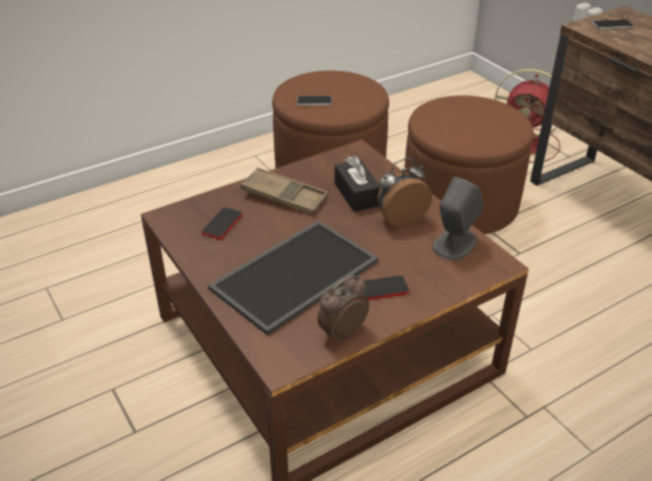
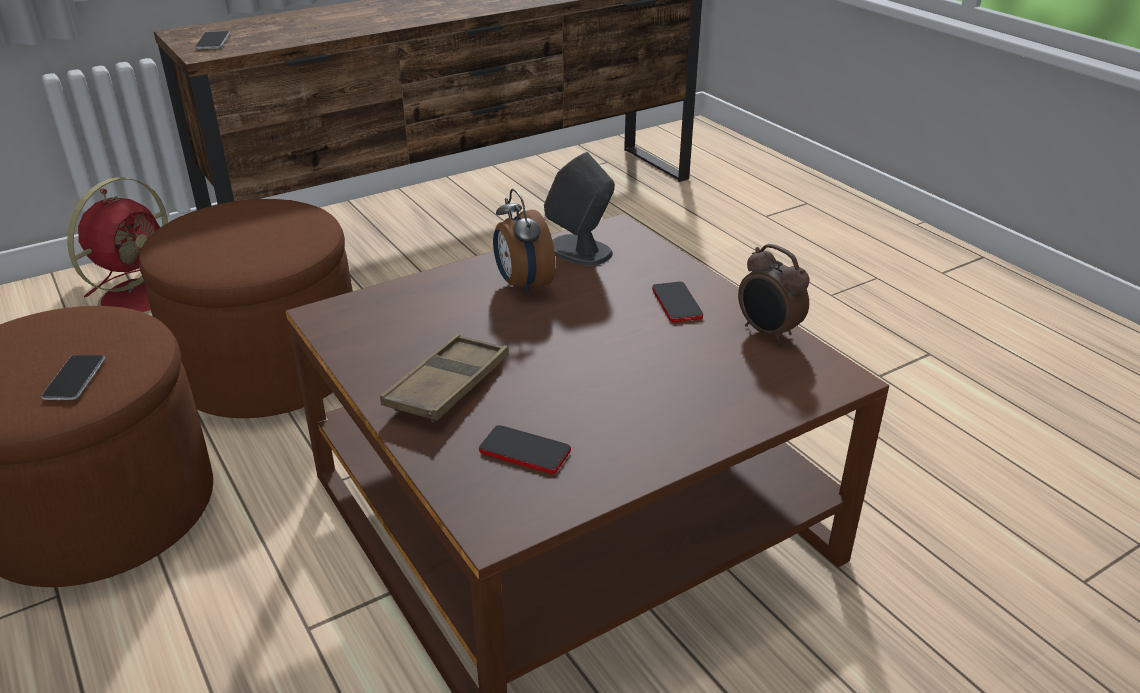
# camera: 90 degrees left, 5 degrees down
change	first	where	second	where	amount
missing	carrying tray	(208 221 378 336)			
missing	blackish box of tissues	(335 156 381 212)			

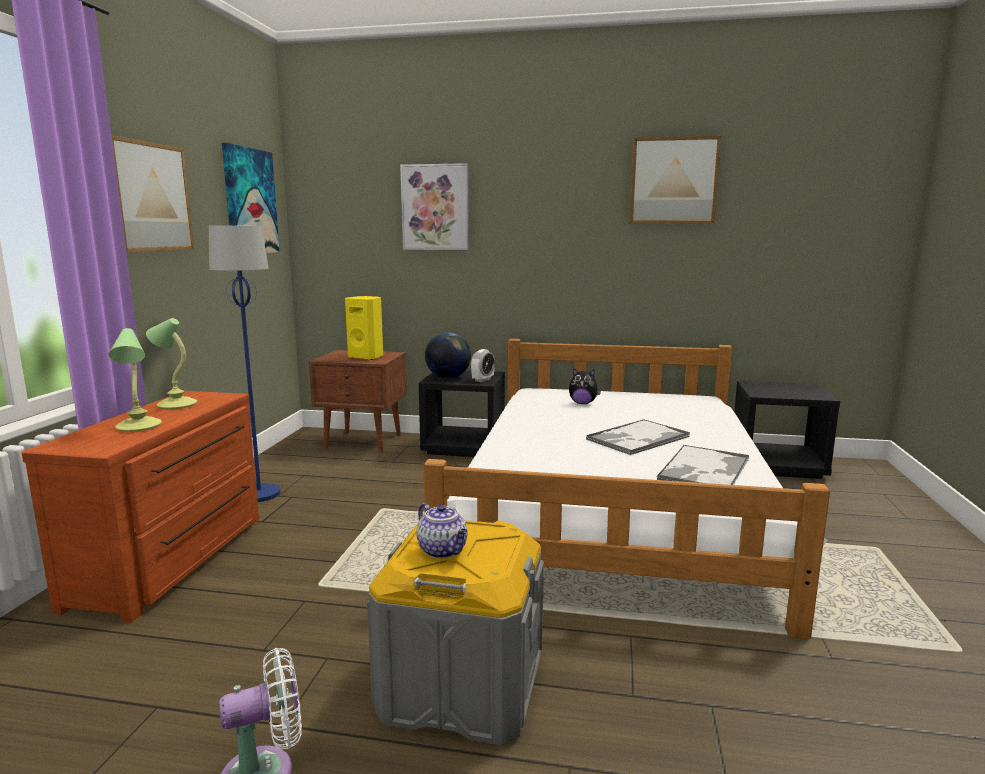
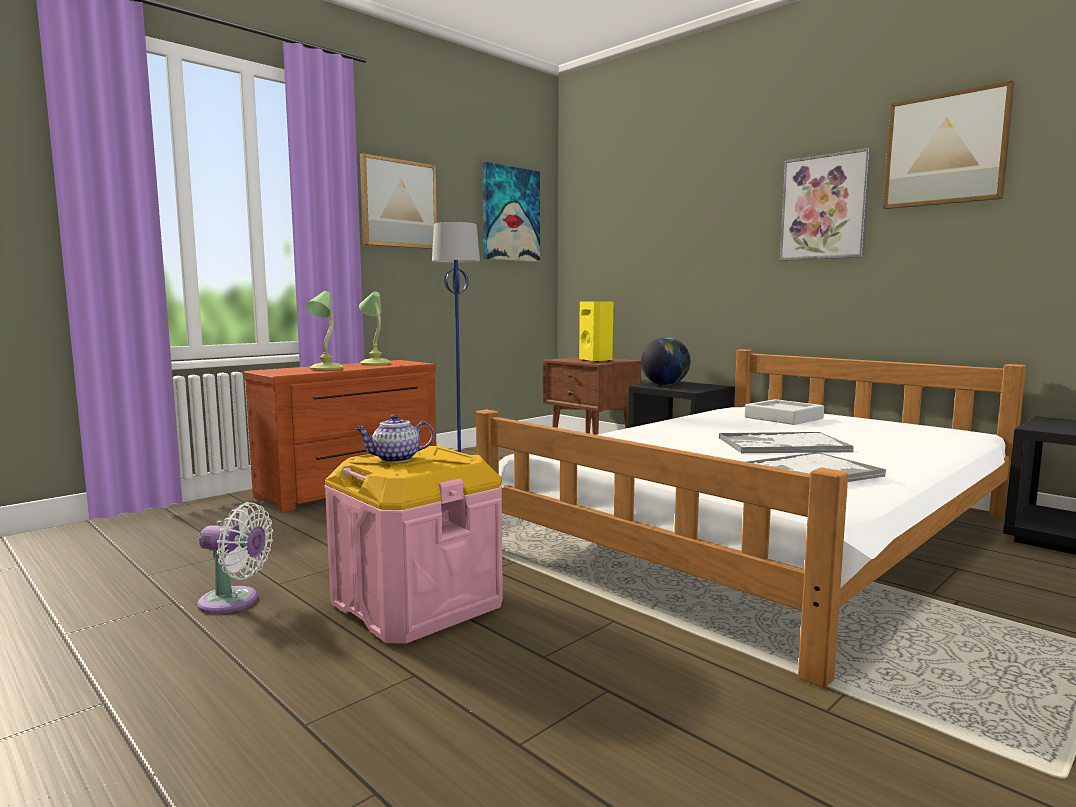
# camera: 35 degrees right, 5 degrees down
change	first	where	second	where	amount
colour	grey storage container	(367 520 544 745)	pink-coloured storage container	(324 446 503 644)	
relocated	picture	(400 163 469 250)		(780 148 872 261)	
spun	pot for tea	(417 503 468 558)		(356 414 434 463)	75 degrees clockwise
missing	alarm clock	(471 349 495 382)			
exchanged	cuddly toy	(569 368 601 404)	grey carrying tray	(745 399 824 425)	

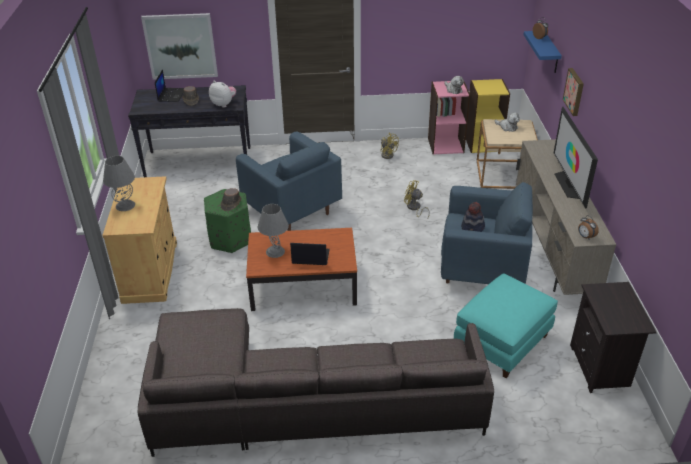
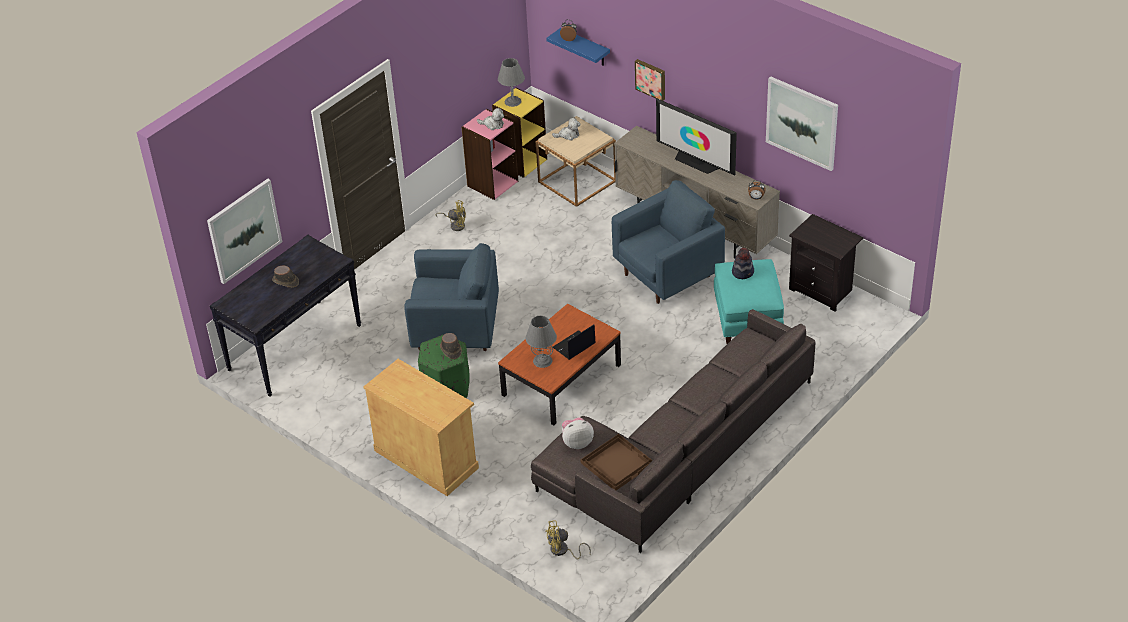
# camera: 45 degrees left, 5 degrees up
change	first	where	second	where	amount
relocated	grey tabletop lamp	(103 156 135 211)		(498 58 525 107)	
missing	laptop	(155 69 184 102)			
relocated	cuddly toy	(209 81 236 108)		(562 417 594 449)	
relocated	yellow-coloured cooling fan	(404 180 430 220)		(545 520 591 559)	
relocated	hat	(461 202 485 232)		(732 248 754 279)	
appeared			brown carrying tray	(581 434 653 490)	
appeared			picture	(766 76 838 171)	

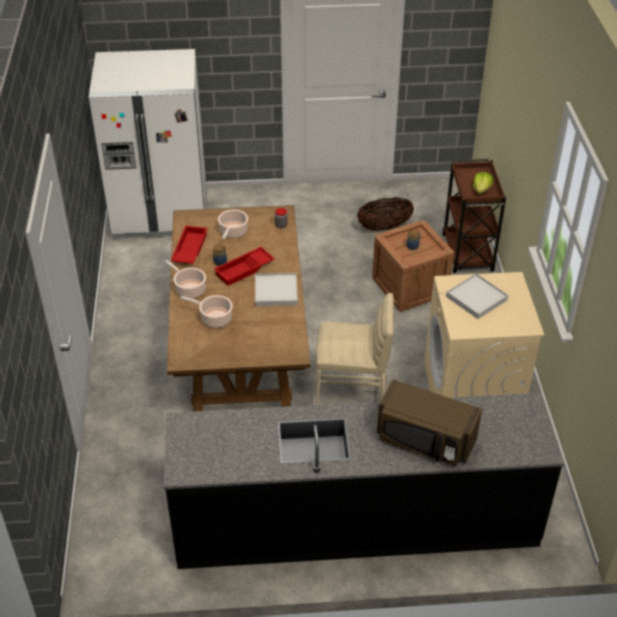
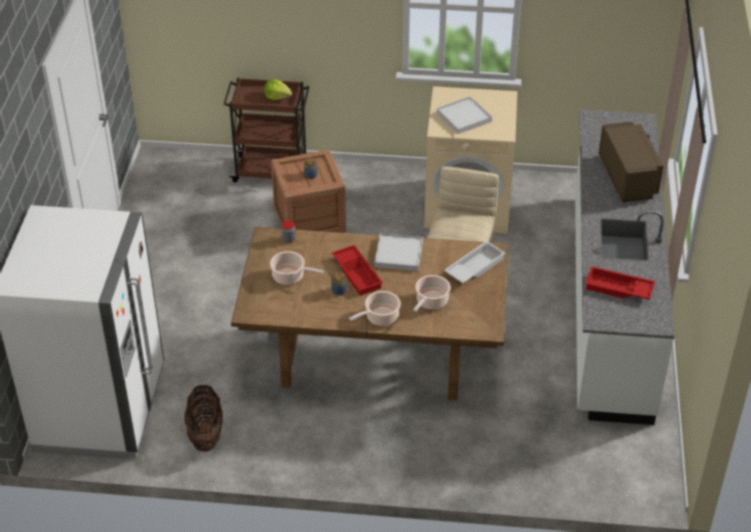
# camera: 80 degrees left, 0 degrees up
change	first	where	second	where	amount
colour	blackish kitchen counter	(164 393 564 569)	white-coloured kitchen counter	(575 109 674 425)	
relocated	red-coloured carrying tray	(171 225 208 264)		(585 266 655 300)	
relocated	basket	(357 197 414 231)		(184 384 223 451)	
spun	brown microwave	(377 379 482 466)		(599 121 664 202)	45 degrees counterclockwise
appeared			white-coloured carrying tray	(444 241 506 283)	

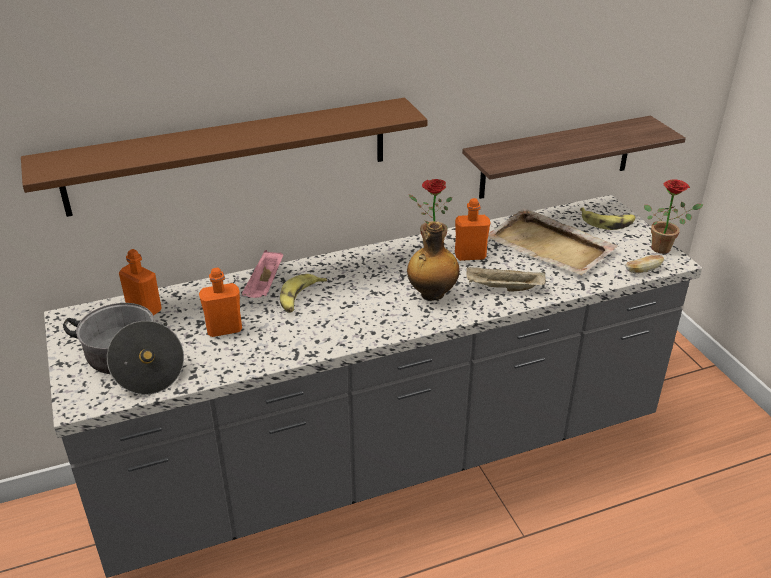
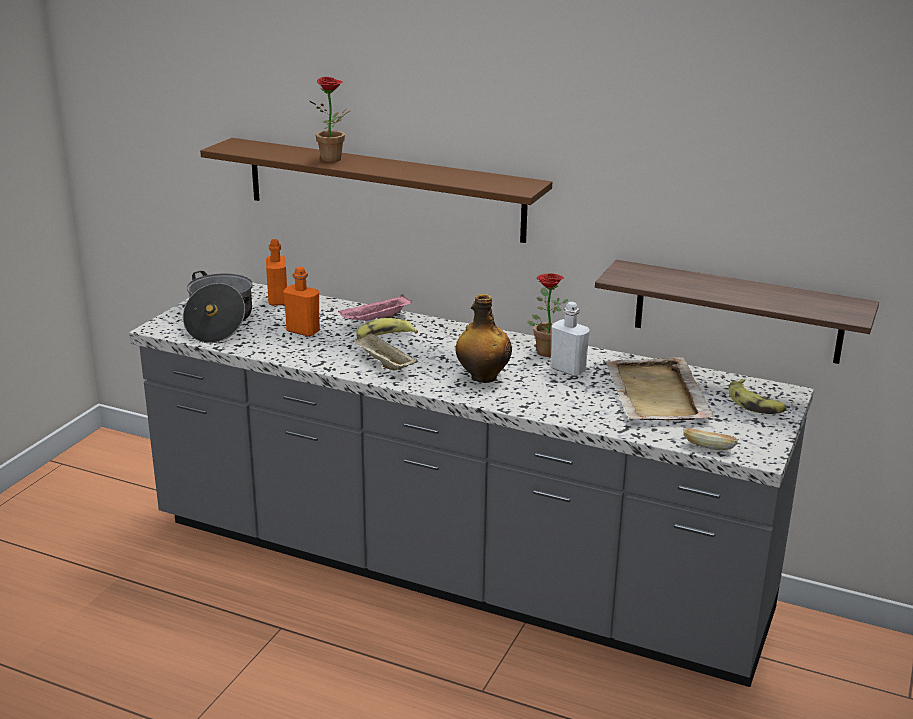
# camera: 45 degrees right, 10 degrees down
change	first	where	second	where	amount
colour	orange-coloured beverage bottle	(455 198 491 261)	white-coloured beverage bottle	(551 302 590 376)	
relocated	beige carrying tray	(466 267 546 292)		(353 333 418 370)	
relocated	plant in a pot	(644 179 704 254)		(310 77 350 162)	

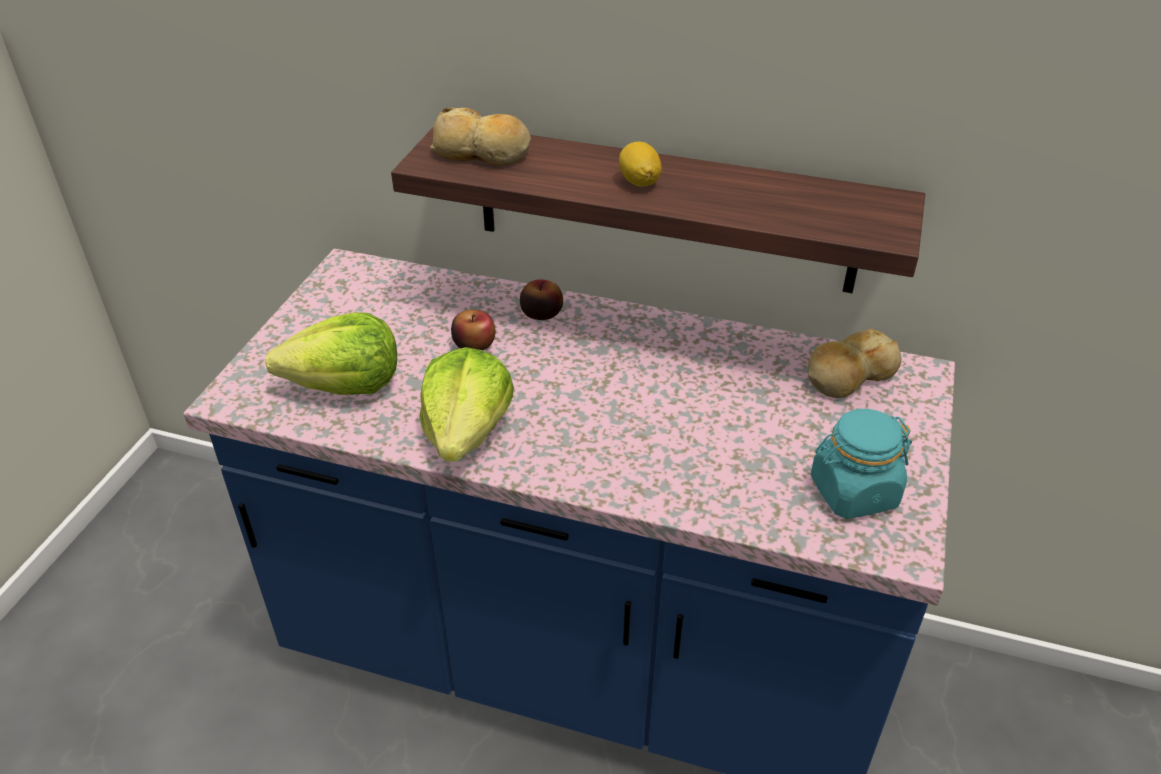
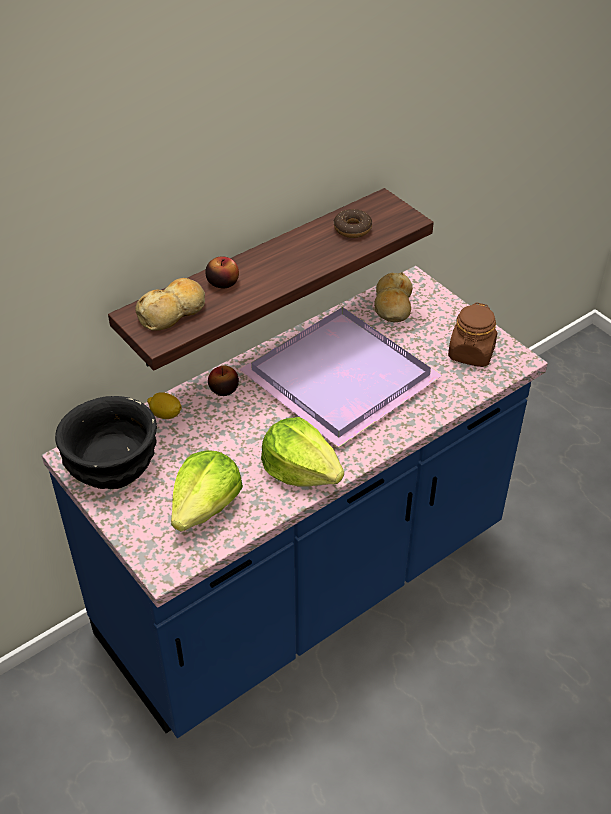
# camera: 55 degrees left, 5 degrees up
change	first	where	second	where	amount
relocated	apple fruit	(451 310 495 350)		(205 257 239 289)	
relocated	citrus fruit	(619 142 662 187)		(147 392 182 419)	
colour	turquoise storage jar	(811 409 912 519)	brown storage jar	(448 302 497 367)	
appeared			blackish bowl	(55 396 157 489)	
appeared			purple-coloured carrying tray	(240 307 442 448)	
appeared			donut	(334 209 372 238)	

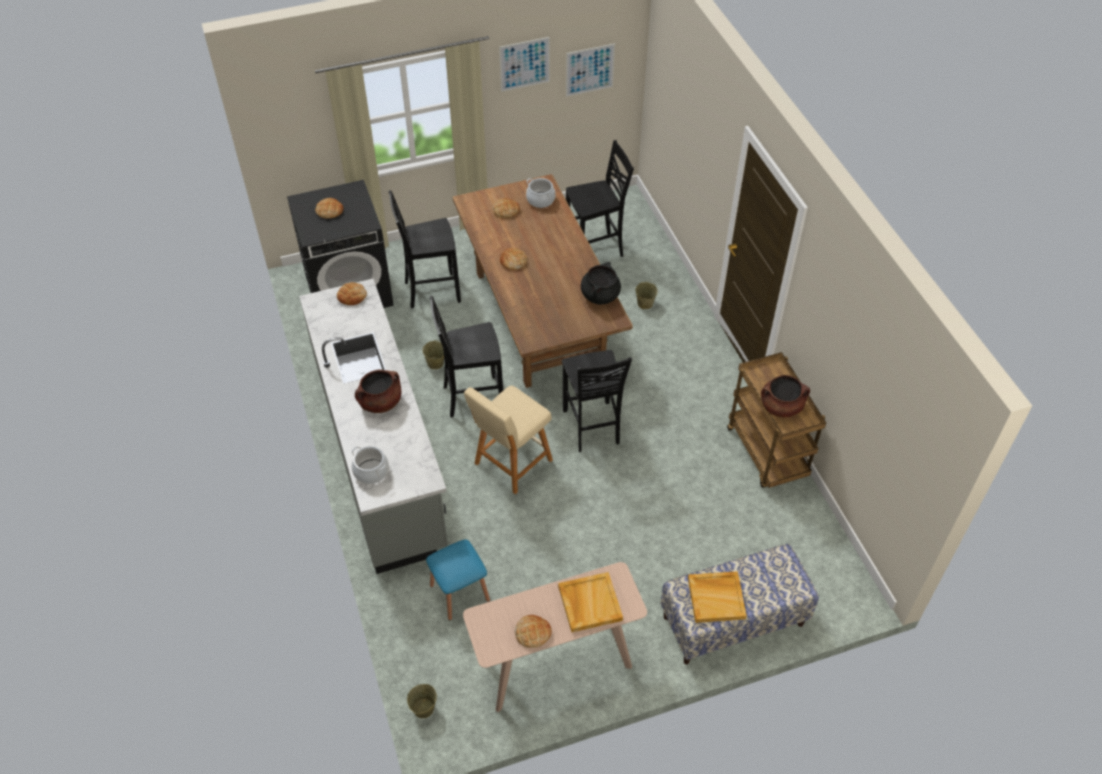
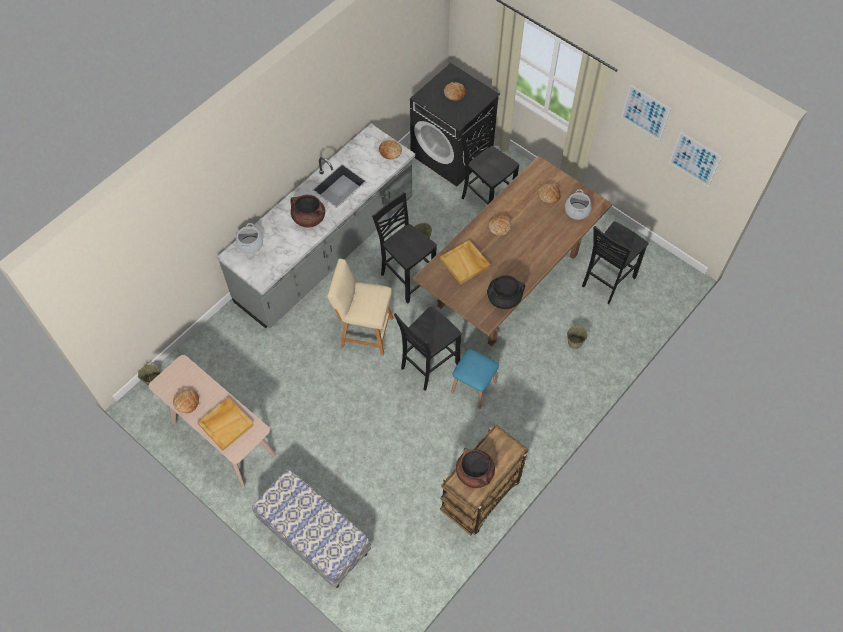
# camera: 60 degrees right, 10 degrees up
change	first	where	second	where	amount
relocated	blue stool	(426 539 490 620)		(451 349 499 408)	
spun	blackish chair	(566 140 634 257)		(582 221 649 304)	90 degrees clockwise
relocated	beige carrying tray	(688 571 747 623)		(440 240 490 284)	

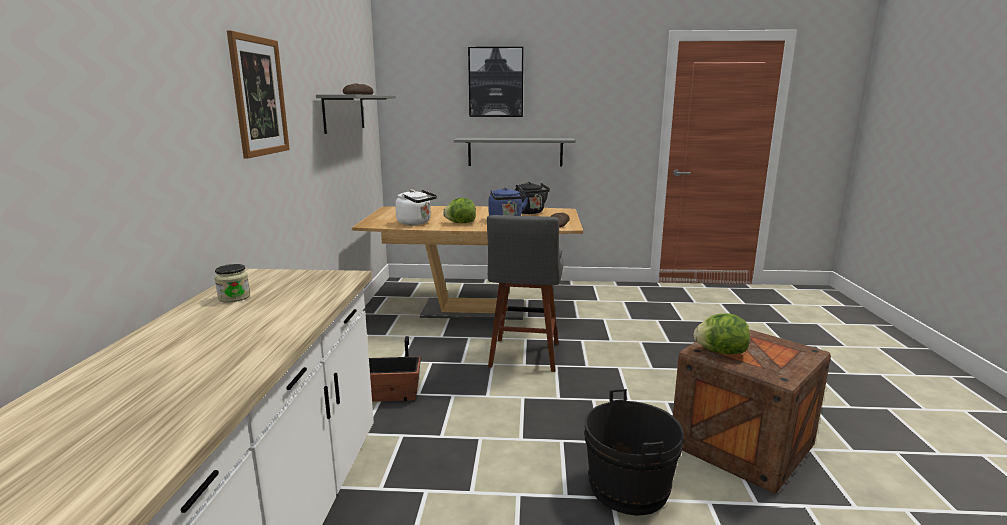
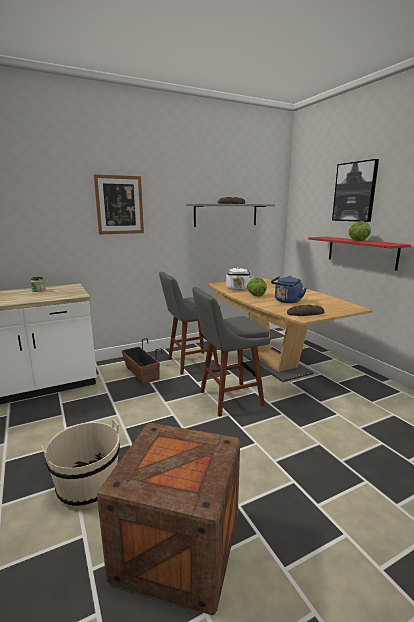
# camera: 60 degrees right, 0 degrees up
change	first	where	second	where	amount
colour	grey wall shelf	(454 138 576 167)	red-coloured wall shelf	(308 237 411 271)	
missing	blackish kettle	(515 182 550 214)			
colour	blackish pail	(584 389 684 516)	beige pail	(42 419 120 510)	
relocated	lettuce	(694 313 750 354)		(348 221 371 241)	
appeared			grey stool	(159 272 220 375)	

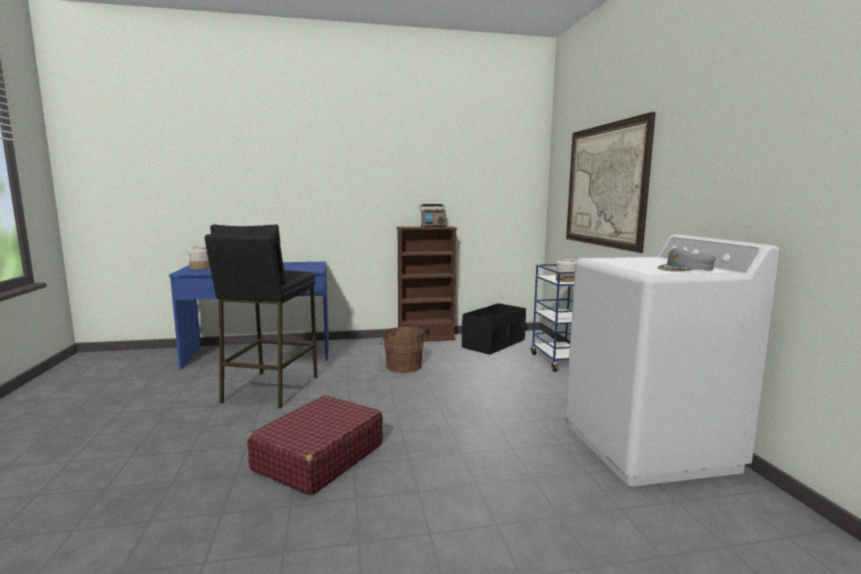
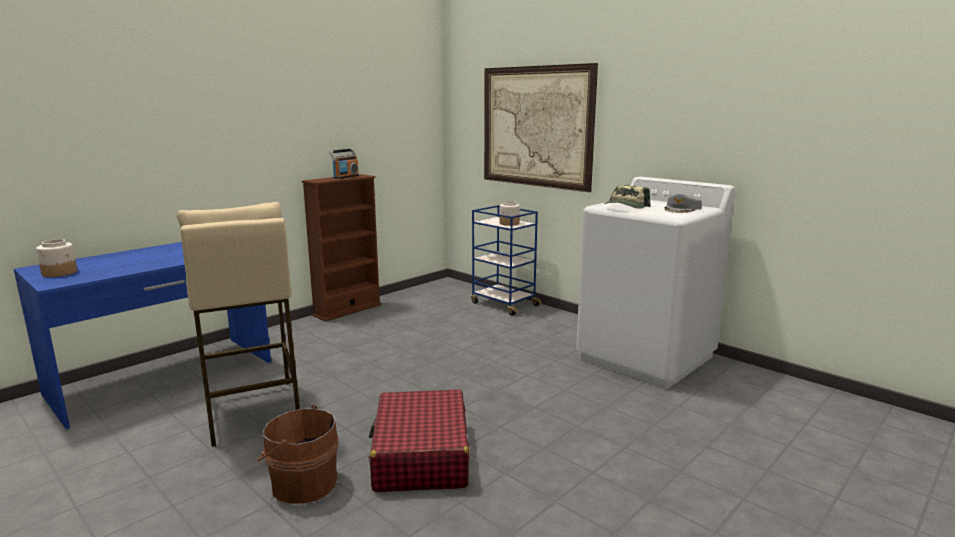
# camera: 35 degrees left, 5 degrees up
change	first	where	second	where	amount
colour	blackish stool	(205 224 317 409)	beige stool	(177 202 300 447)	
relocated	brown pail	(380 326 424 373)		(257 405 339 504)	
missing	blackish storage container	(462 303 526 355)			
appeared			cap	(604 185 651 209)	

